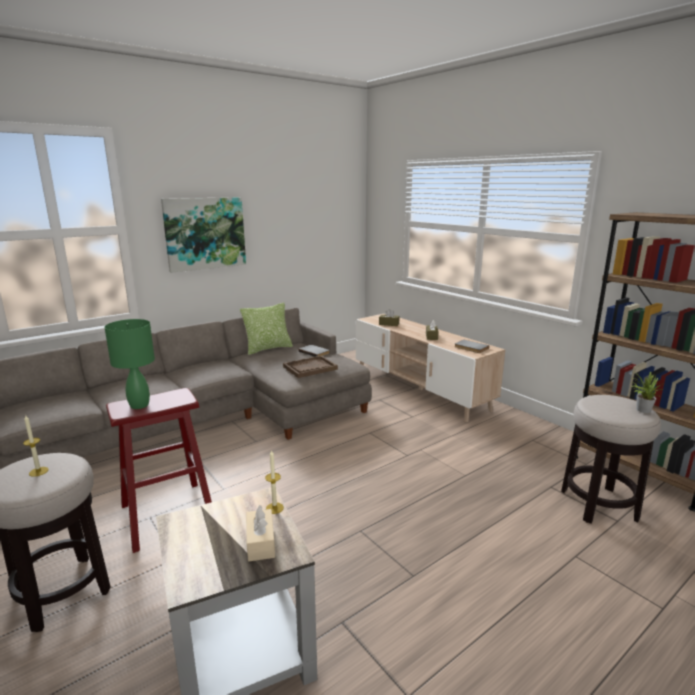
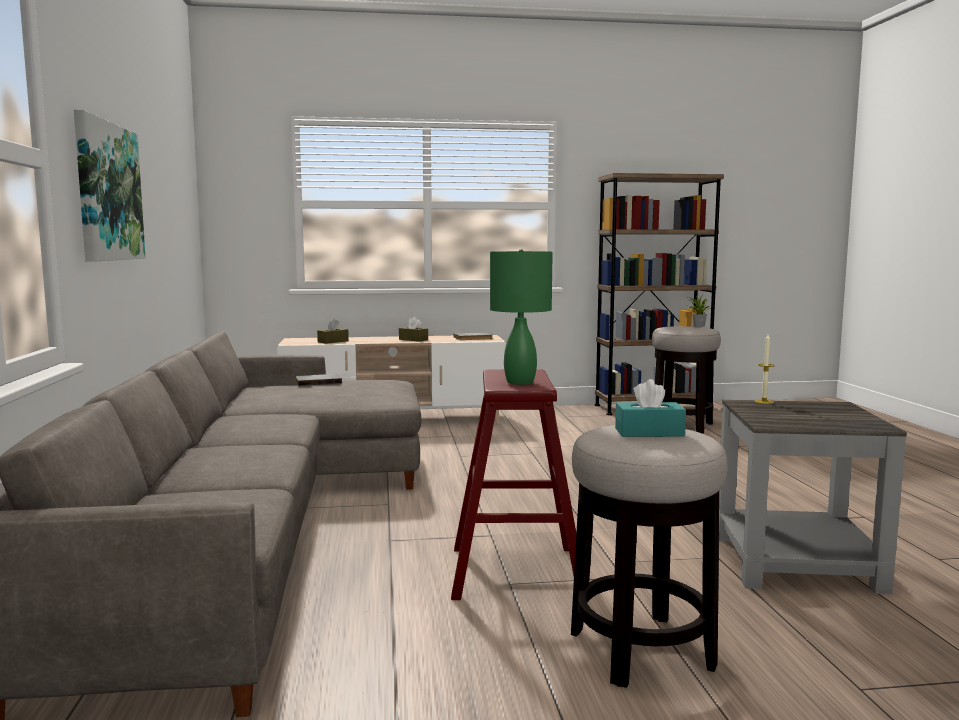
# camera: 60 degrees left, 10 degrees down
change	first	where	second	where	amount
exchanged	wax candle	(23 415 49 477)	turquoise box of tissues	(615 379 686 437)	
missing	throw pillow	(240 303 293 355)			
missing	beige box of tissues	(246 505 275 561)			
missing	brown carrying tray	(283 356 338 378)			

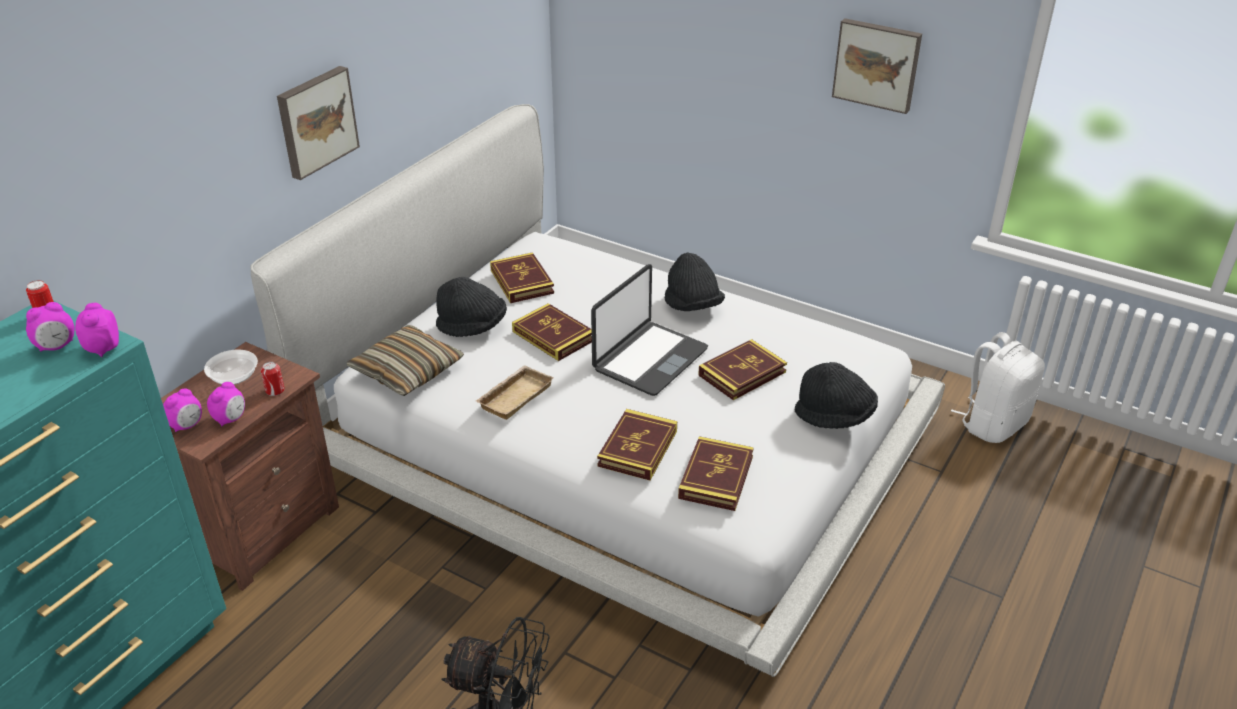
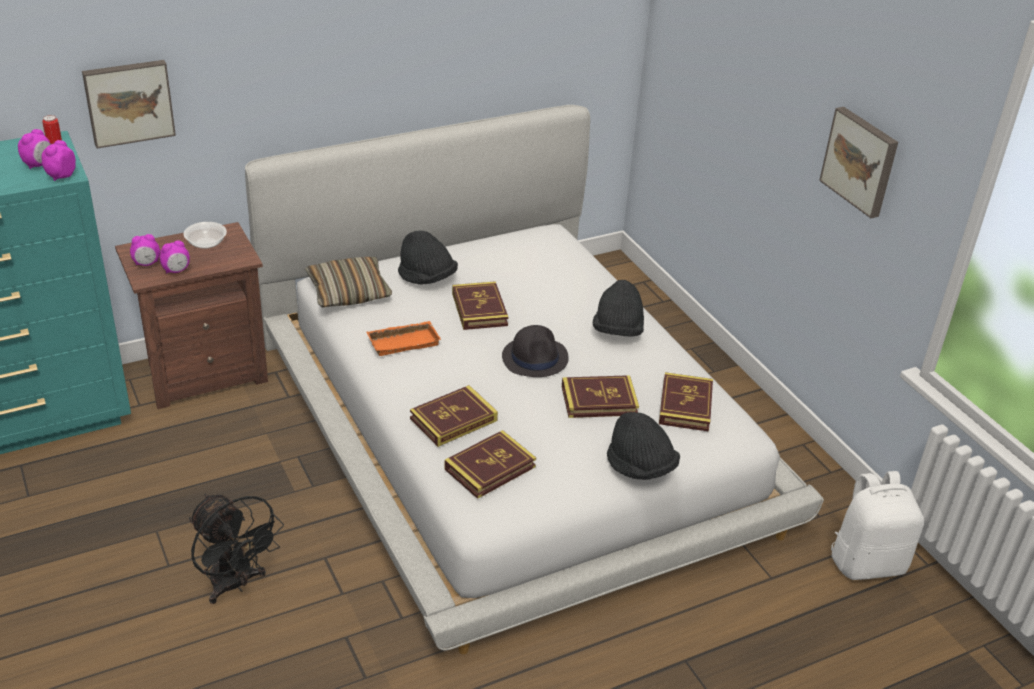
# camera: 30 degrees right, 0 degrees up
change	first	where	second	where	amount
spun	alarm clock	(26 302 75 352)		(18 129 51 169)	60 degrees counterclockwise
missing	metal can	(260 362 285 396)			
relocated	picture	(277 66 360 180)		(82 60 176 149)	
colour	beige carrying tray	(476 365 553 420)	orange-coloured carrying tray	(367 321 441 356)	
relocated	book	(490 252 554 303)		(659 372 713 432)	
exchanged	laptop	(591 264 708 396)	blackish hat	(502 325 569 377)	

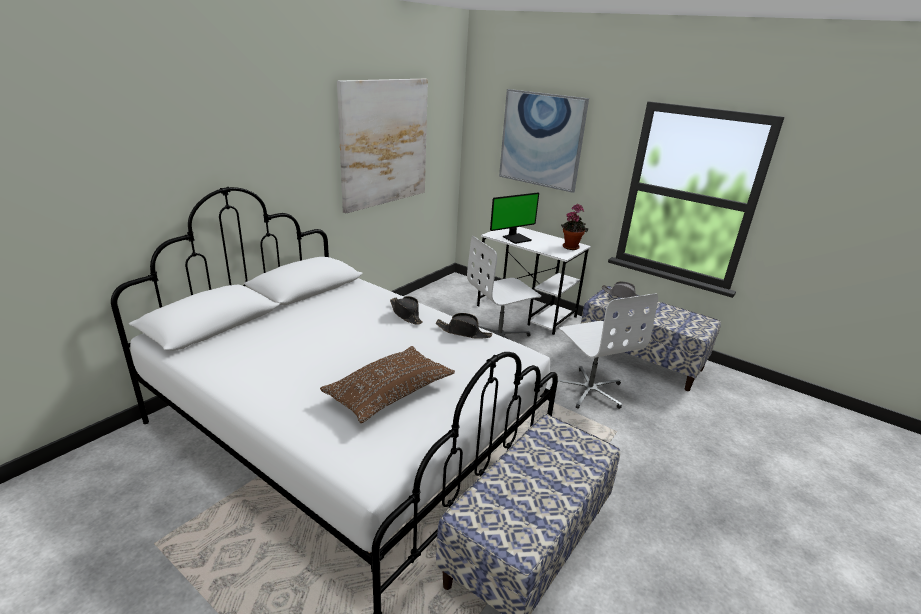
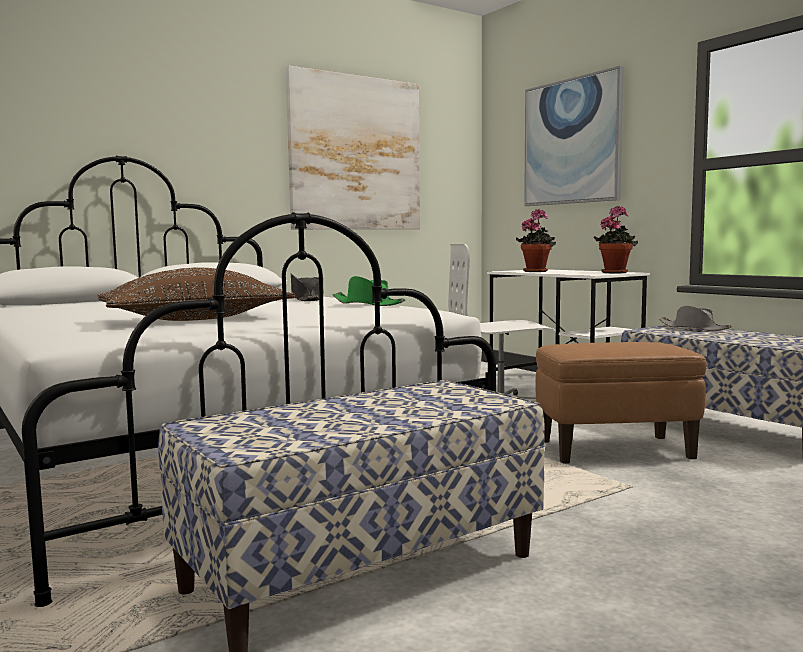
# camera: 20 degrees right, 20 degrees down
change	first	where	second	where	amount
colour	blackish hat	(436 313 492 339)	greenish hat	(332 276 405 306)	
exchanged	computer screen	(490 193 539 244)	plant in a pot	(516 209 556 272)	
exchanged	white-coloured computer chair	(558 293 658 409)	brown footrest	(535 342 706 464)	

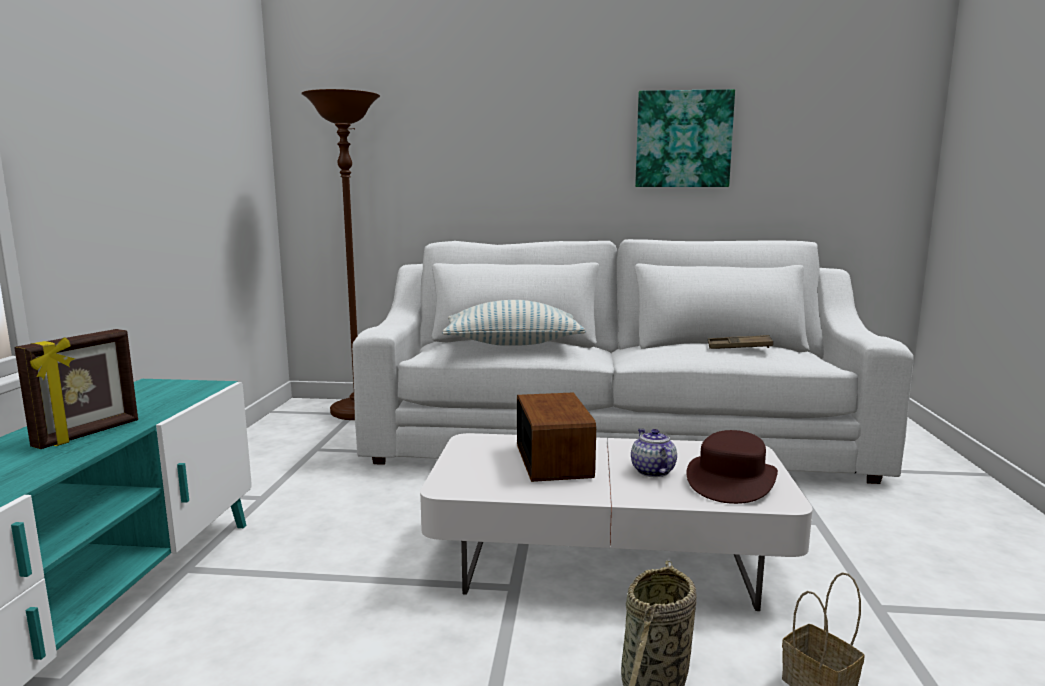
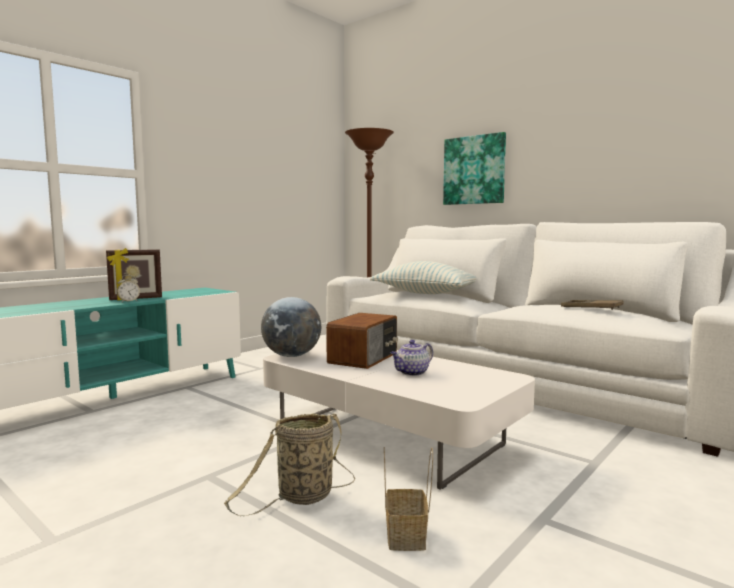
# camera: 35 degrees right, 5 degrees down
change	first	where	second	where	amount
spun	pot for tea	(631 429 677 477)		(391 340 433 376)	150 degrees counterclockwise
relocated	picture	(635 89 735 187)		(443 132 506 205)	
missing	brown hat	(687 430 778 504)			
appeared			alarm clock	(117 275 140 302)	
appeared			globe	(261 297 321 357)	

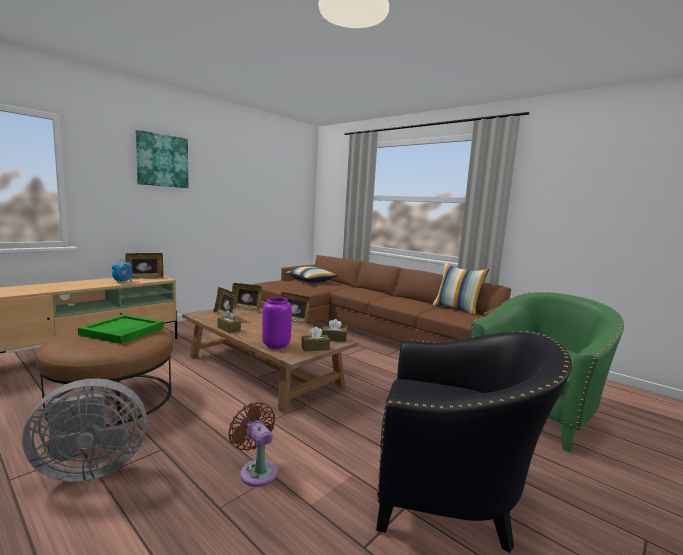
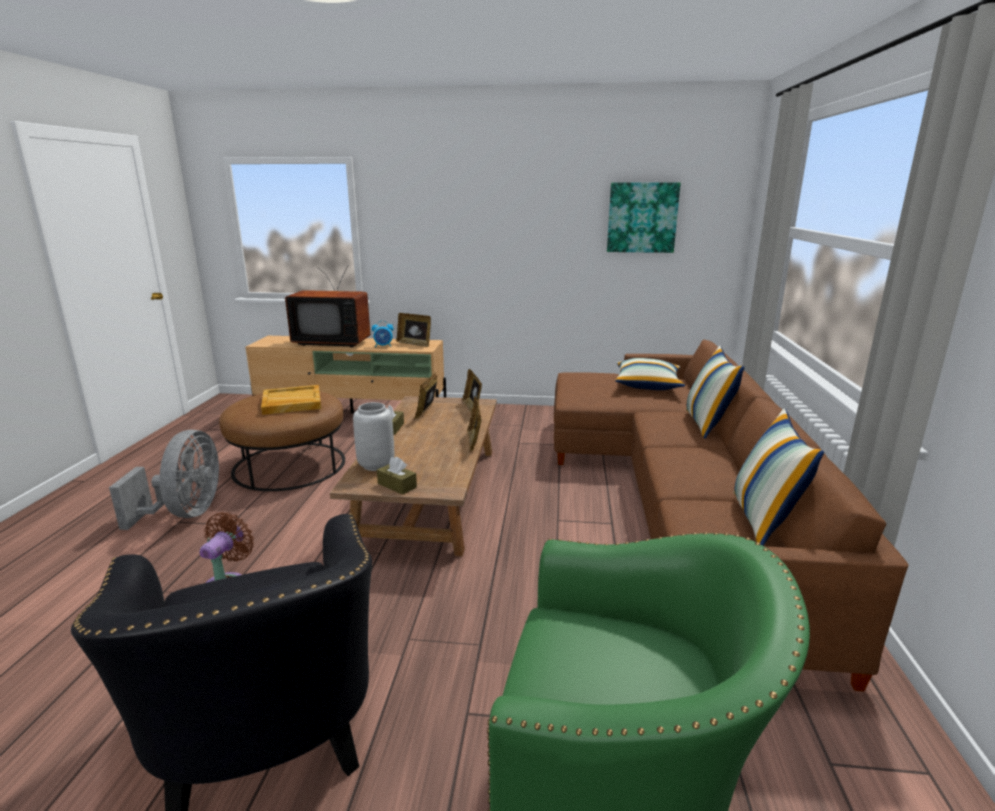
# camera: 55 degrees right, 10 degrees up
change	first	where	second	where	amount
spun	grey cooling fan	(22 378 147 482)		(109 430 219 530)	120 degrees counterclockwise
colour	greenish carrying tray	(78 315 164 344)	beige carrying tray	(261 385 321 415)	
relocated	picture	(136 130 188 188)		(607 182 681 253)	
colour	purple-coloured vase	(262 297 292 349)	grey vase	(353 402 394 471)	
missing	brown box of tissues	(322 319 347 342)			
appeared			television	(285 266 370 347)	
appeared			throw pillow	(686 346 745 439)	

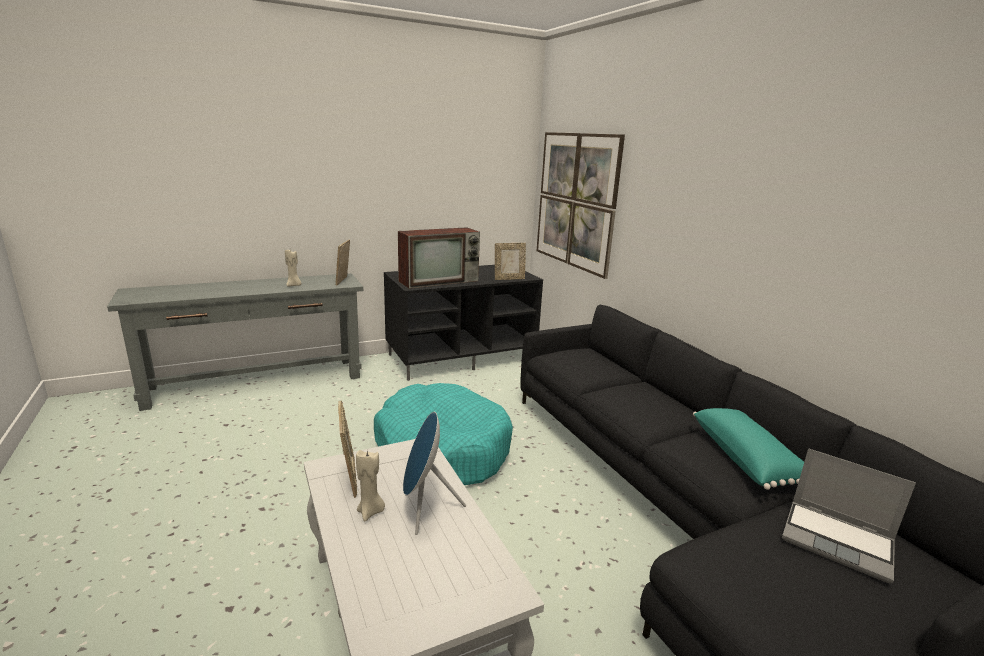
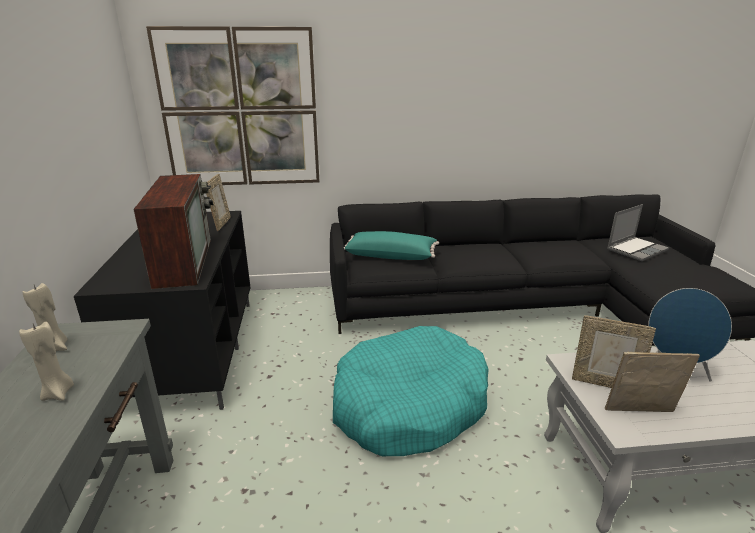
# camera: 70 degrees left, 5 degrees up
change	first	where	second	where	amount
relocated	picture frame	(336 240 350 285)		(572 315 656 388)	
relocated	beige wax candle	(356 450 385 521)		(22 283 68 351)	
relocated	turquoise throw pillow	(693 408 804 490)		(344 231 439 260)	

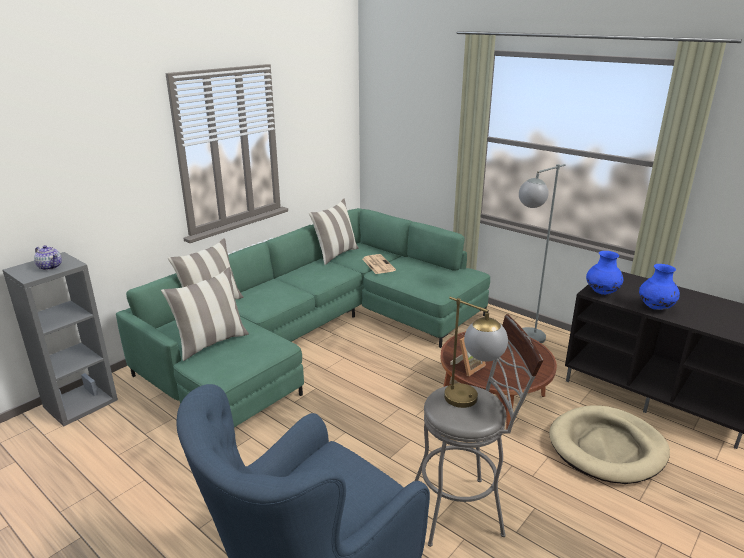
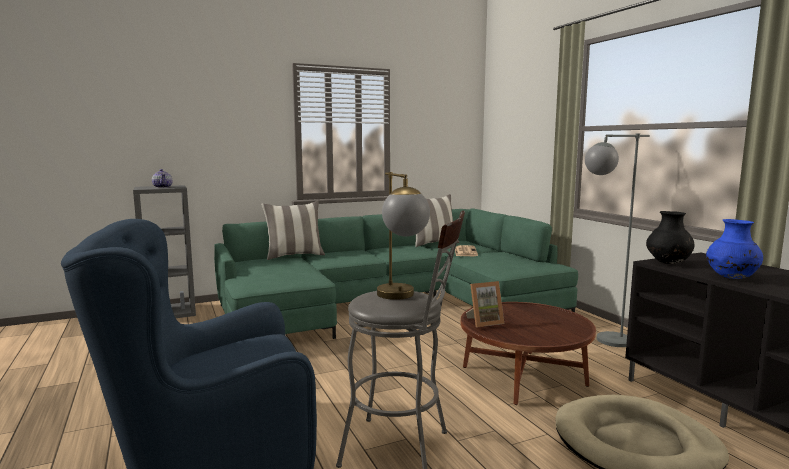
# camera: 25 degrees right, 15 degrees down
change	first	where	second	where	amount
missing	throw pillow	(161 267 249 361)			
colour	blue vase	(586 251 623 295)	blackish vase	(646 211 694 264)	

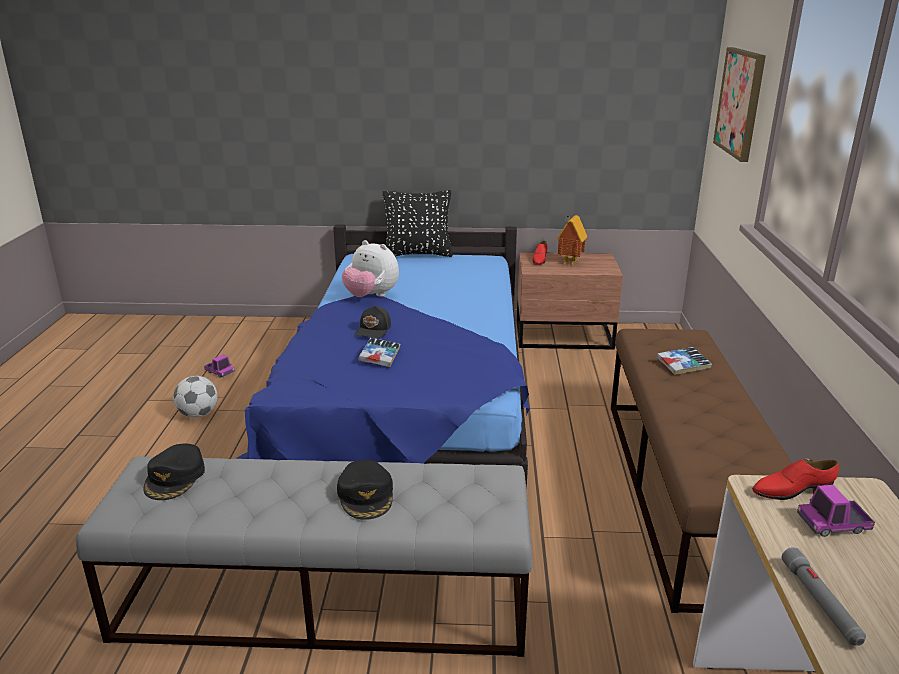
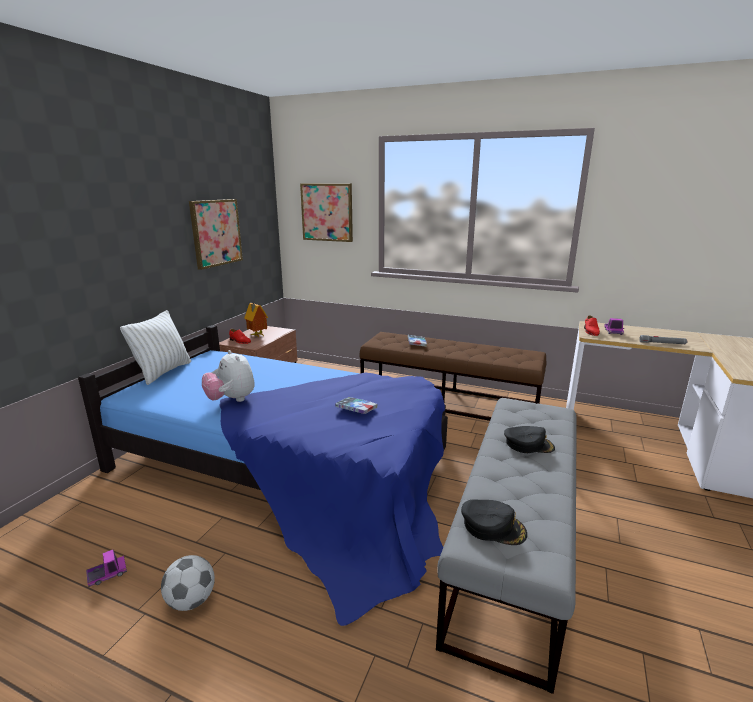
# camera: 70 degrees left, 5 degrees down
change	first	where	second	where	amount
spun	cuddly toy	(342 240 399 297)		(202 350 255 402)	90 degrees clockwise
missing	blackish cap	(354 306 391 339)			
colour	blackish throw pillow	(383 190 453 257)	white-coloured throw pillow	(120 310 191 385)	
appeared			picture	(189 199 243 270)	

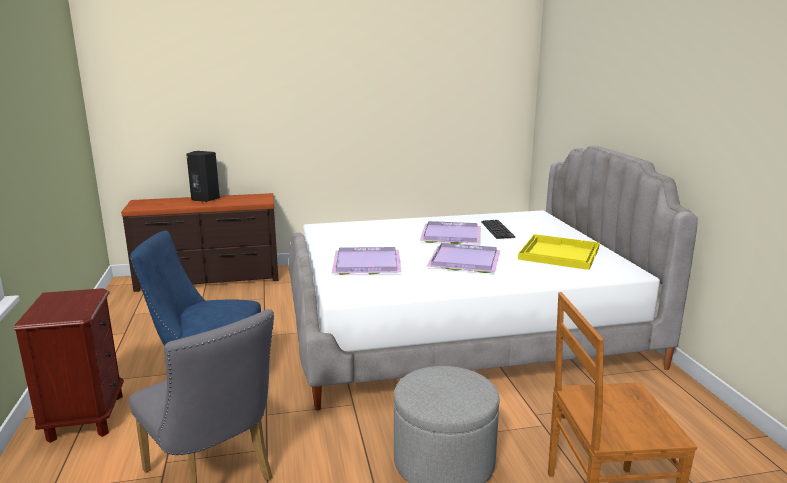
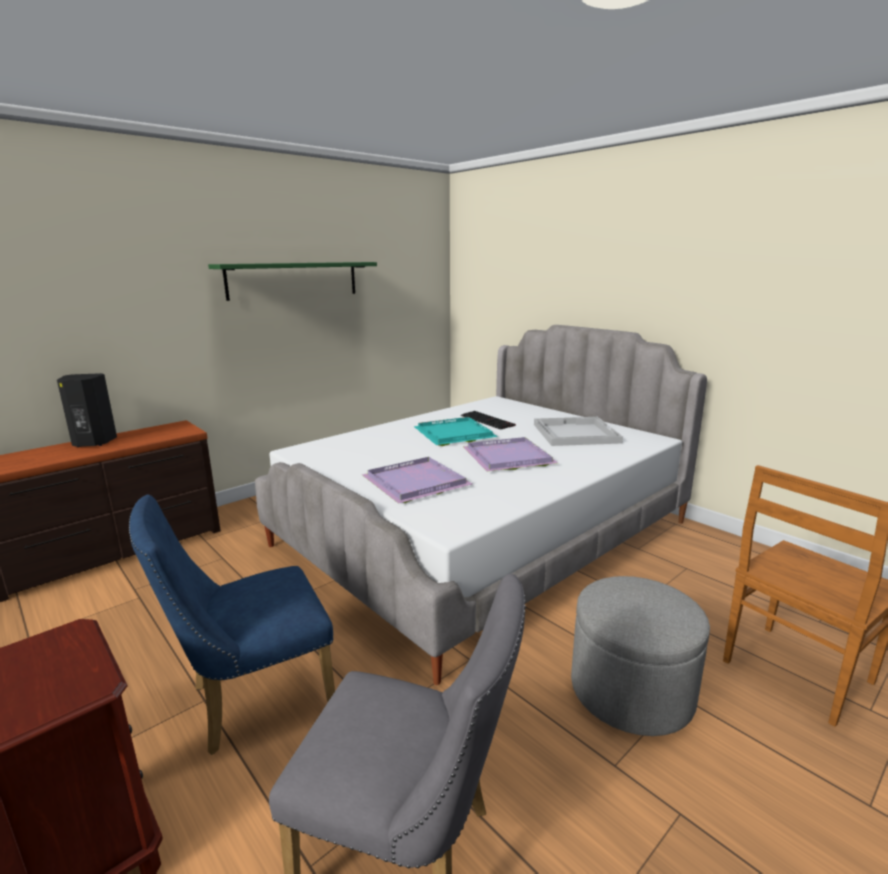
# camera: 30 degrees left, 0 degrees up
change	first	where	second	where	amount
colour	purple-coloured carrying tray	(420 221 481 244)	turquoise carrying tray	(414 417 498 446)	
colour	yellow-coloured carrying tray	(518 234 600 270)	white-coloured carrying tray	(534 417 623 446)	
appeared			greenish wall shelf	(208 262 377 301)	

